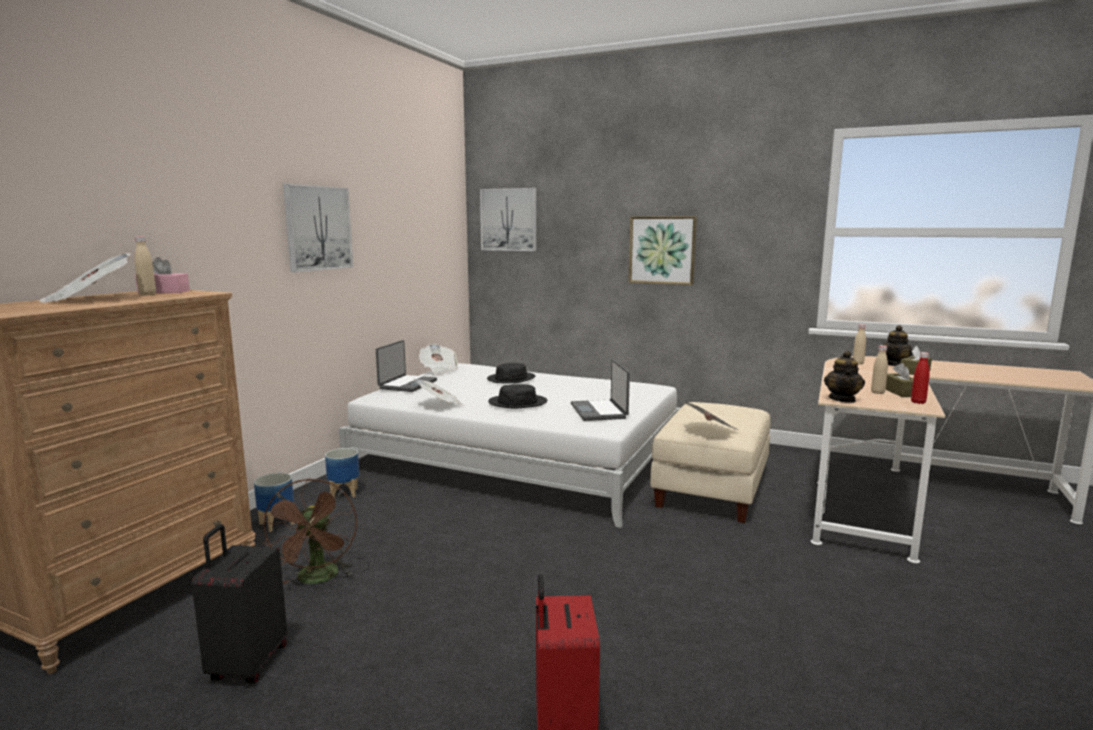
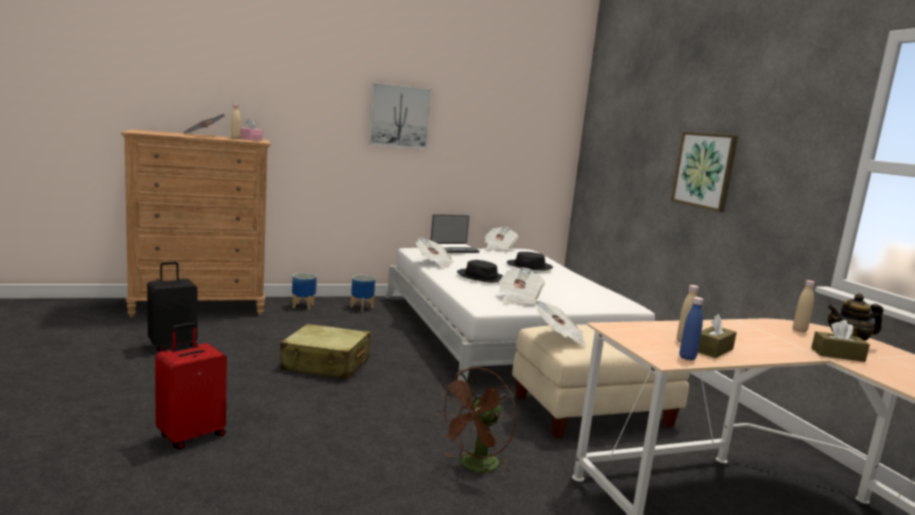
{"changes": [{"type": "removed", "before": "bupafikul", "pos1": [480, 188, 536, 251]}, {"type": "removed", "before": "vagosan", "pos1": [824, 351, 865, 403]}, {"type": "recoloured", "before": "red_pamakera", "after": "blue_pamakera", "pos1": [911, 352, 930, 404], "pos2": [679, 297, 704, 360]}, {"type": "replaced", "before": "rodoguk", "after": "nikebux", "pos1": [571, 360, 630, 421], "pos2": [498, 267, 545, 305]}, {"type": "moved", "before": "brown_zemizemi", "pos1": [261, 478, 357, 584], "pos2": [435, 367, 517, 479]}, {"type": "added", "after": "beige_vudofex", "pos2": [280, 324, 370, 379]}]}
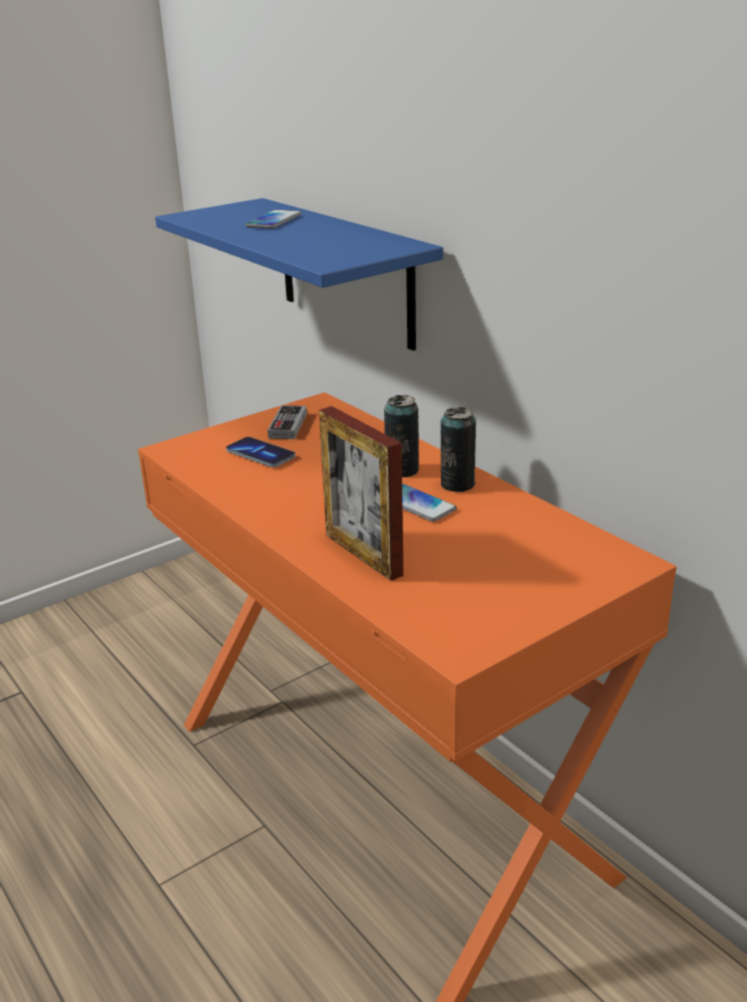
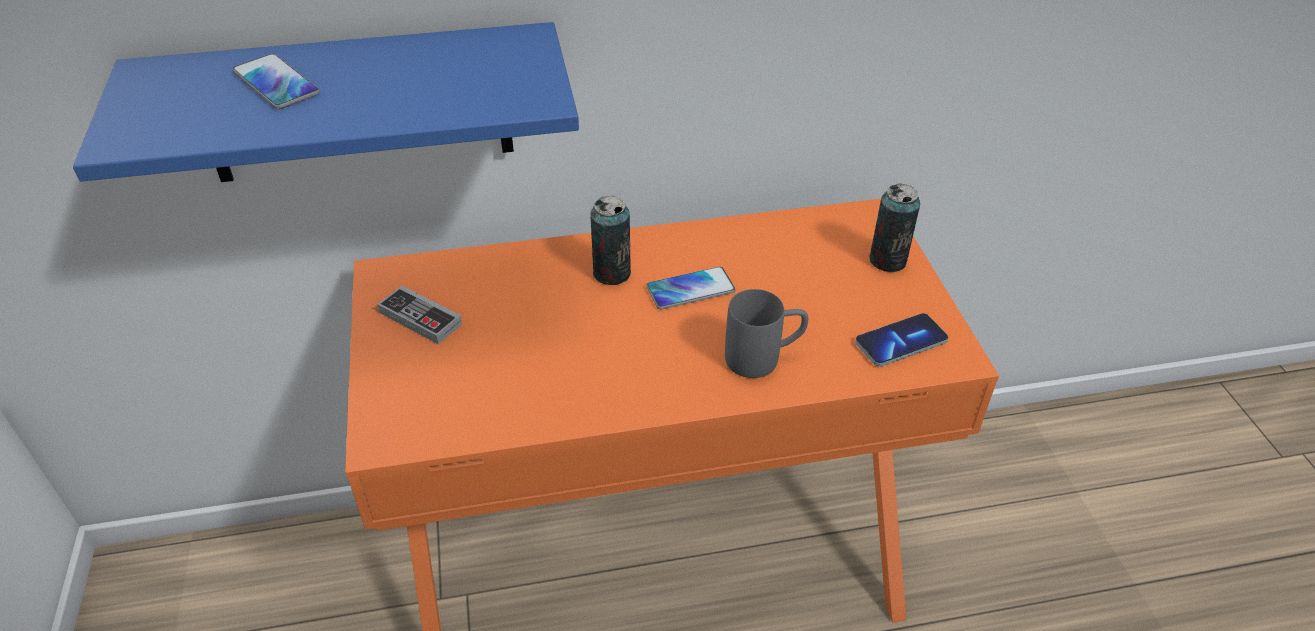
{"changes": [{"type": "replaced", "before": "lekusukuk", "after": "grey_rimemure", "pos1": [319, 406, 404, 581], "pos2": [725, 289, 808, 378]}, {"type": "moved", "before": "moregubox", "pos1": [440, 407, 476, 492], "pos2": [869, 183, 920, 272]}, {"type": "moved", "before": "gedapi", "pos1": [226, 437, 295, 467], "pos2": [855, 313, 948, 366]}]}
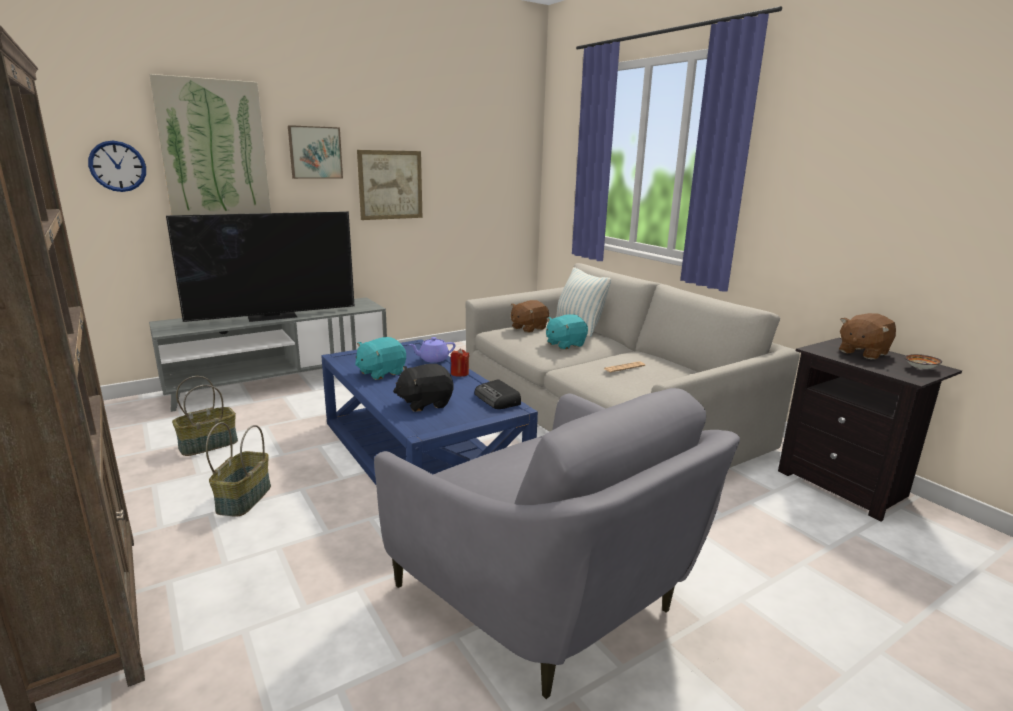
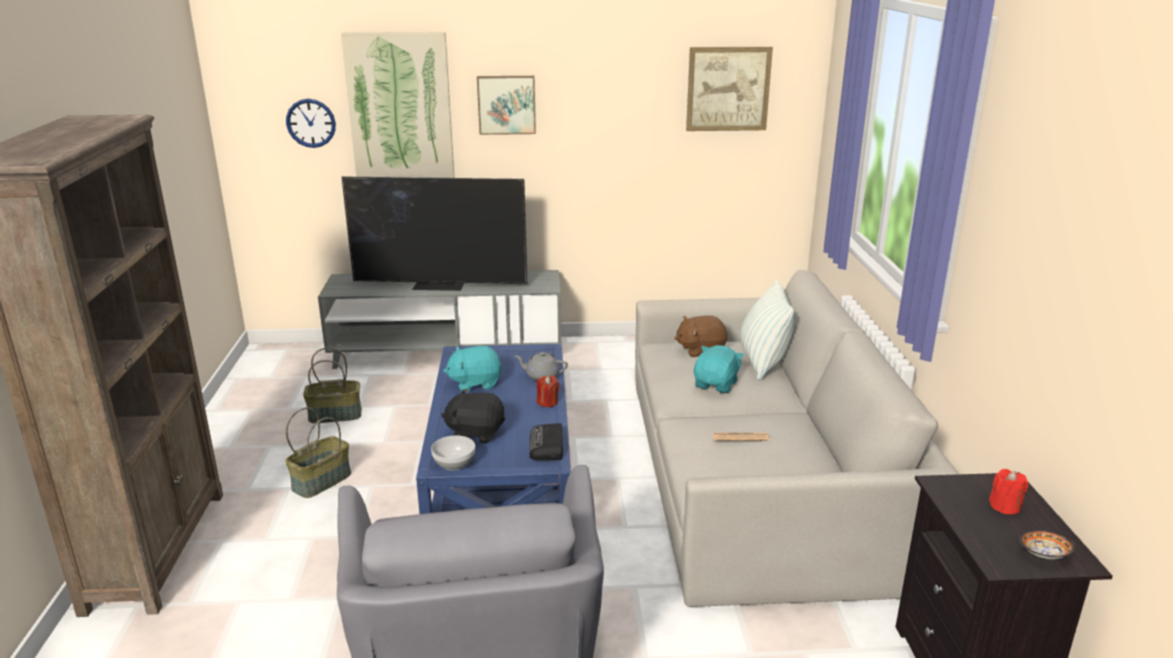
{"changes": [{"type": "moved", "before": "bupafikul", "pos1": [357, 150, 422, 220], "pos2": [686, 47, 773, 131]}, {"type": "replaced", "before": "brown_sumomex", "after": "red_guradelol", "pos1": [839, 313, 896, 359], "pos2": [989, 469, 1029, 514]}, {"type": "turned", "before": "turquoise_sumomex", "pos1": [546, 314, 588, 350], "pos2": [694, 345, 744, 393], "turn": 120}, {"type": "recoloured", "before": "purple_vagosan", "after": "grey_vagosan", "pos1": [409, 337, 455, 363], "pos2": [515, 352, 568, 381]}, {"type": "added", "after": "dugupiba", "pos2": [431, 435, 475, 471]}]}
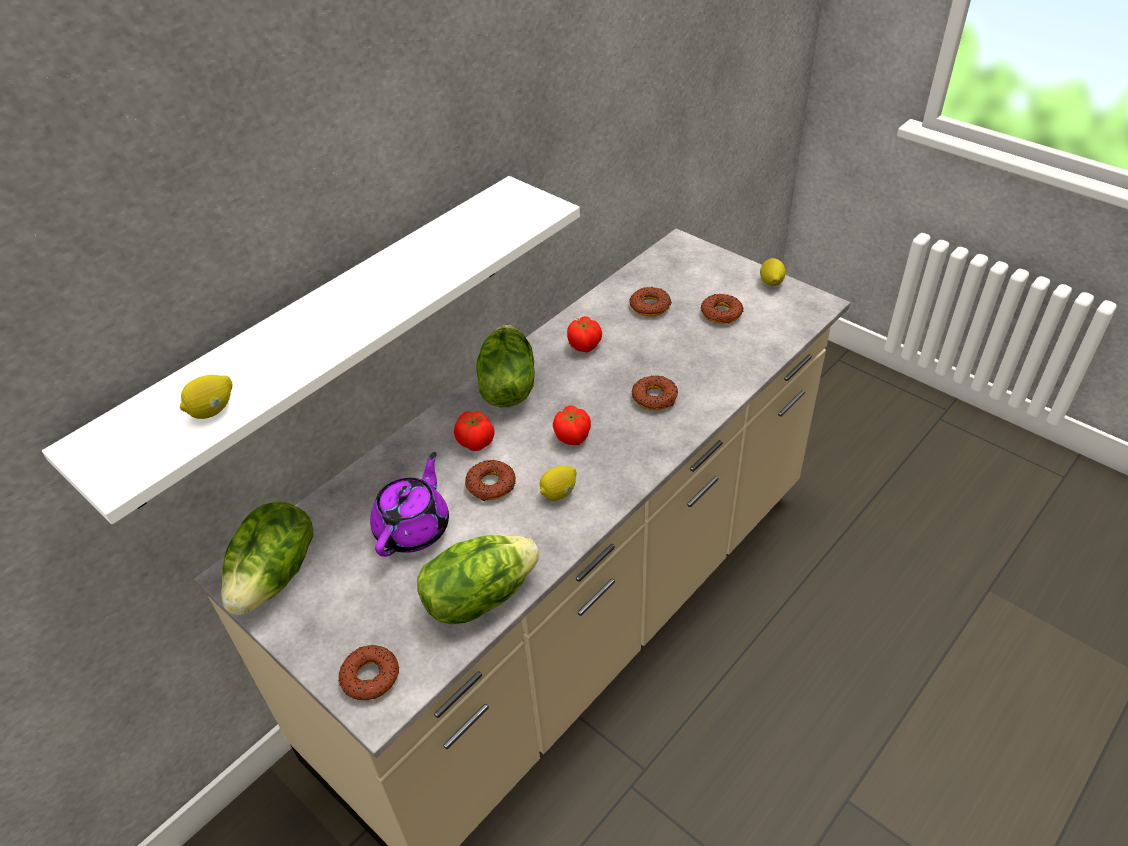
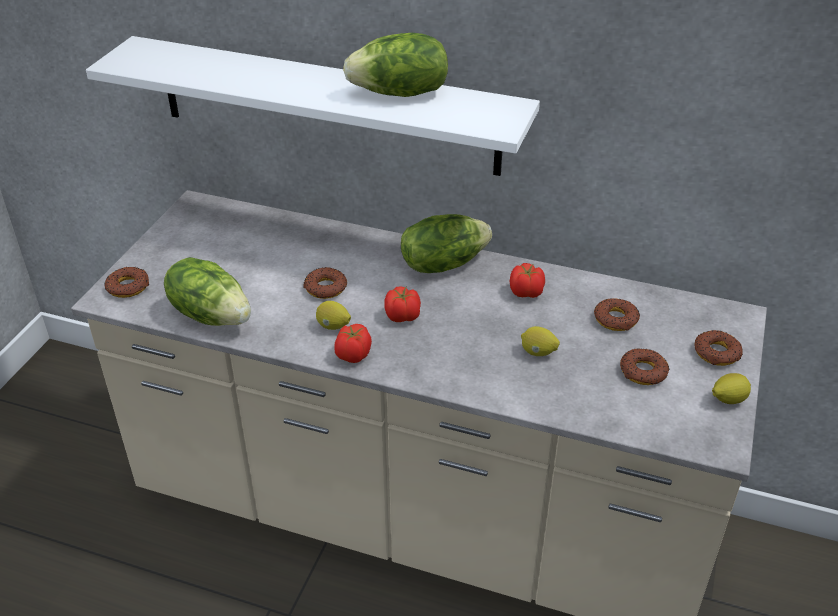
{"changes": [{"type": "moved", "before": "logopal", "pos1": [180, 375, 232, 419], "pos2": [521, 326, 560, 356]}, {"type": "moved", "before": "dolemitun", "pos1": [631, 376, 678, 410], "pos2": [694, 330, 743, 366]}, {"type": "moved", "before": "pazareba", "pos1": [454, 411, 495, 451], "pos2": [334, 324, 372, 363]}, {"type": "removed", "before": "purple_vagosan", "pos1": [370, 452, 449, 557]}, {"type": "moved", "before": "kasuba", "pos1": [221, 501, 313, 615], "pos2": [343, 33, 448, 97]}]}
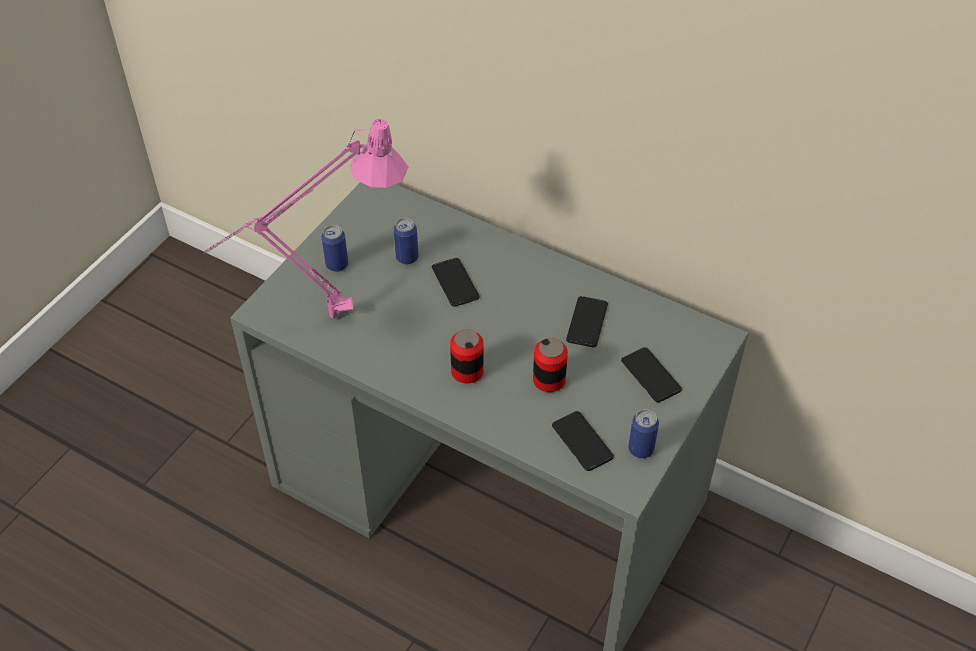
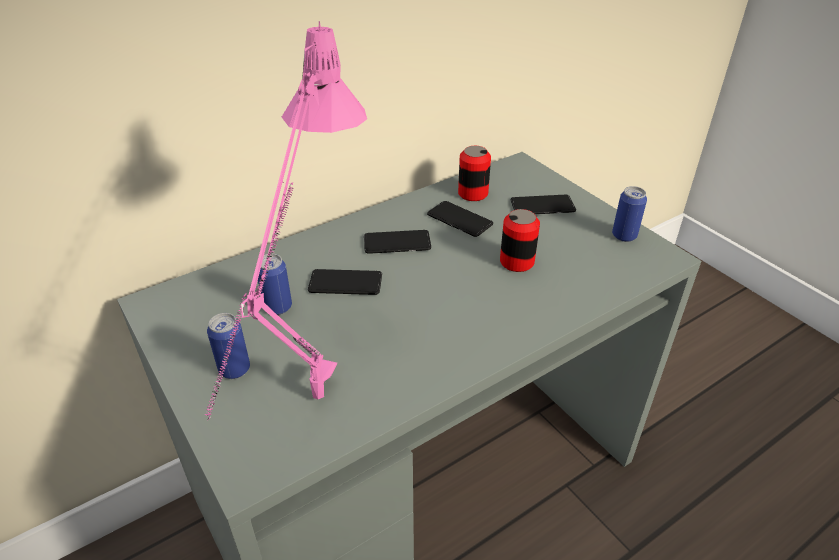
{"changes": [{"type": "moved", "before": "moregubox", "pos1": [450, 329, 484, 384], "pos2": [458, 146, 491, 201]}, {"type": "moved", "before": "gedapi", "pos1": [552, 411, 614, 471], "pos2": [364, 230, 431, 254]}]}
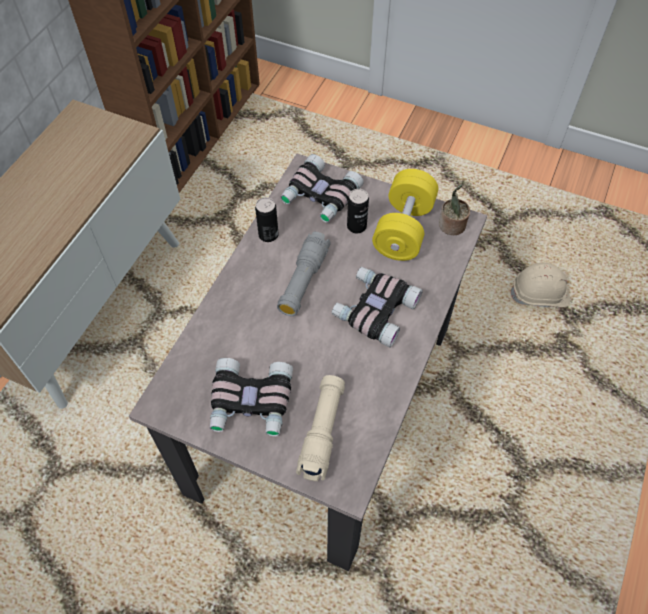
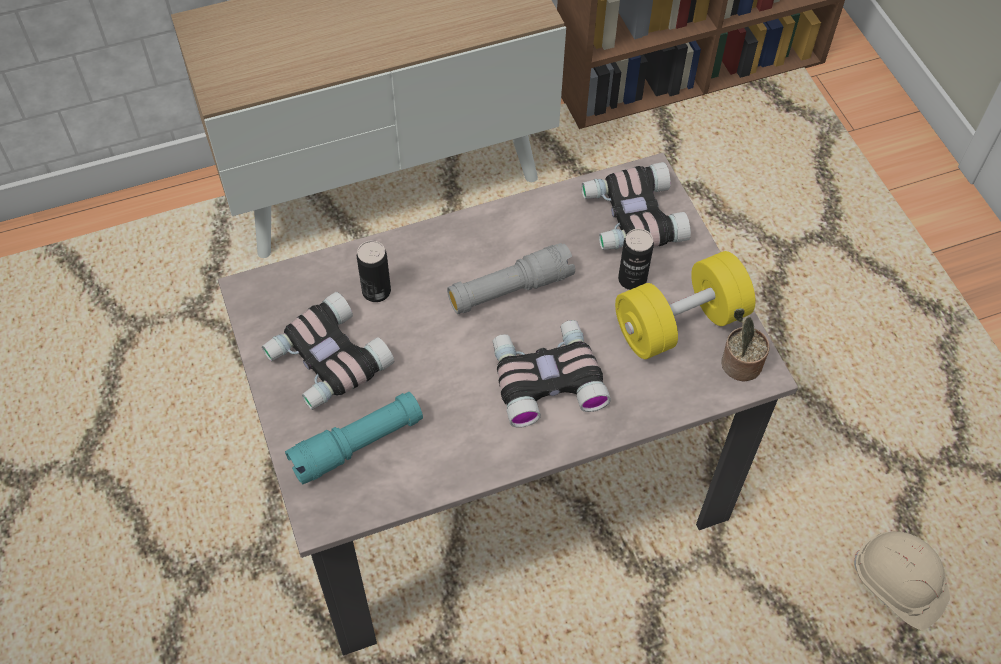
{"changes": [{"type": "moved", "before": "moregubox", "pos1": [255, 197, 279, 242], "pos2": [357, 240, 391, 302]}, {"type": "recoloured", "before": "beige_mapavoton", "after": "turquoise_mapavoton", "pos1": [296, 375, 345, 481], "pos2": [285, 392, 423, 485]}]}
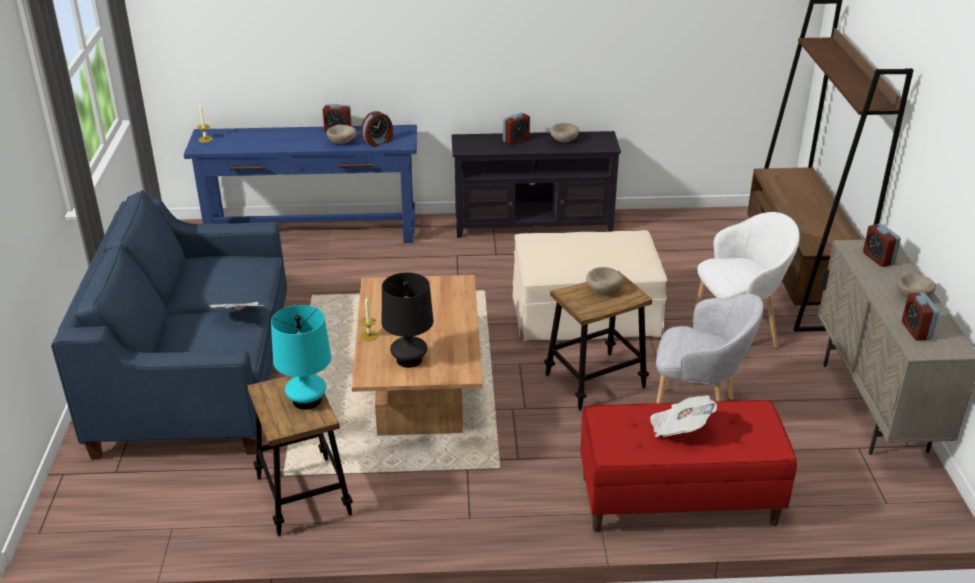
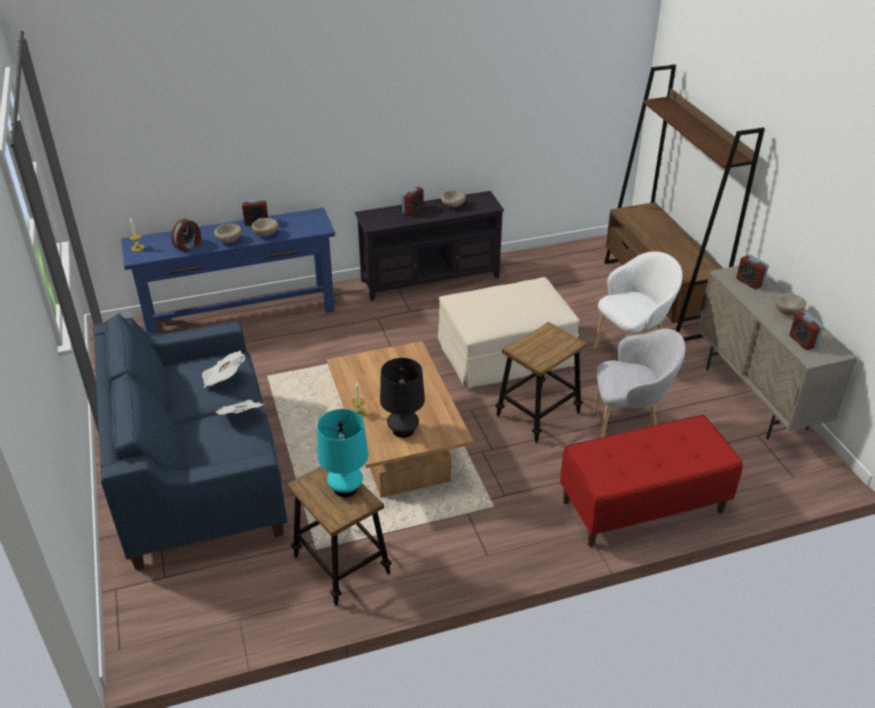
{"changes": [{"type": "moved", "before": "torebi", "pos1": [361, 111, 393, 147], "pos2": [171, 218, 201, 252]}, {"type": "moved", "before": "beige_dugupiba", "pos1": [586, 267, 623, 293], "pos2": [215, 224, 242, 243]}, {"type": "moved", "before": "nikebux", "pos1": [650, 395, 717, 437], "pos2": [202, 351, 245, 388]}]}
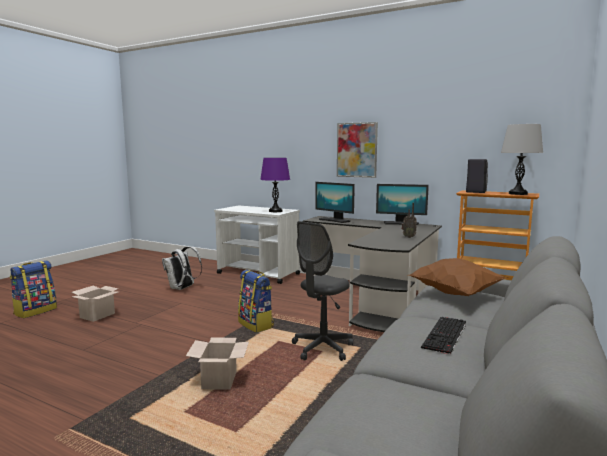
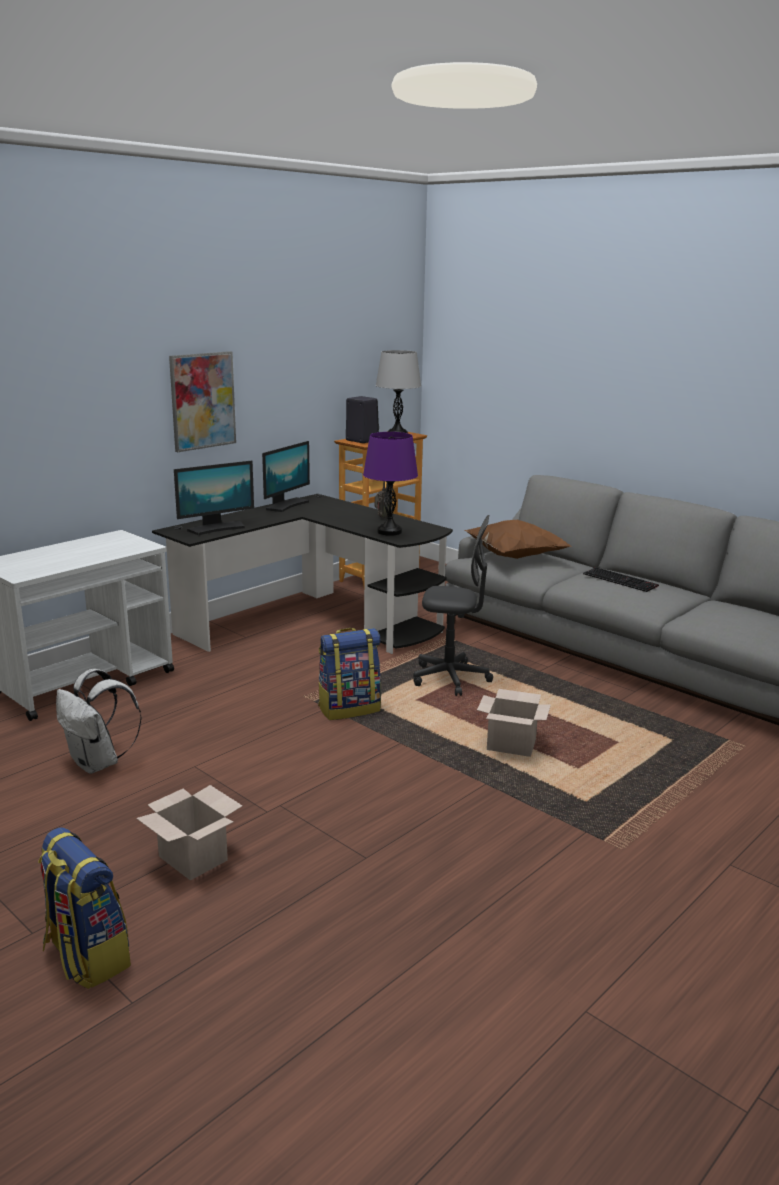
{"changes": [{"type": "moved", "before": "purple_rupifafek", "pos1": [260, 158, 290, 212], "pos2": [363, 432, 418, 536]}, {"type": "turned", "before": "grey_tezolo", "pos1": [292, 221, 353, 361], "pos2": [413, 515, 493, 696], "turn": -45}]}
